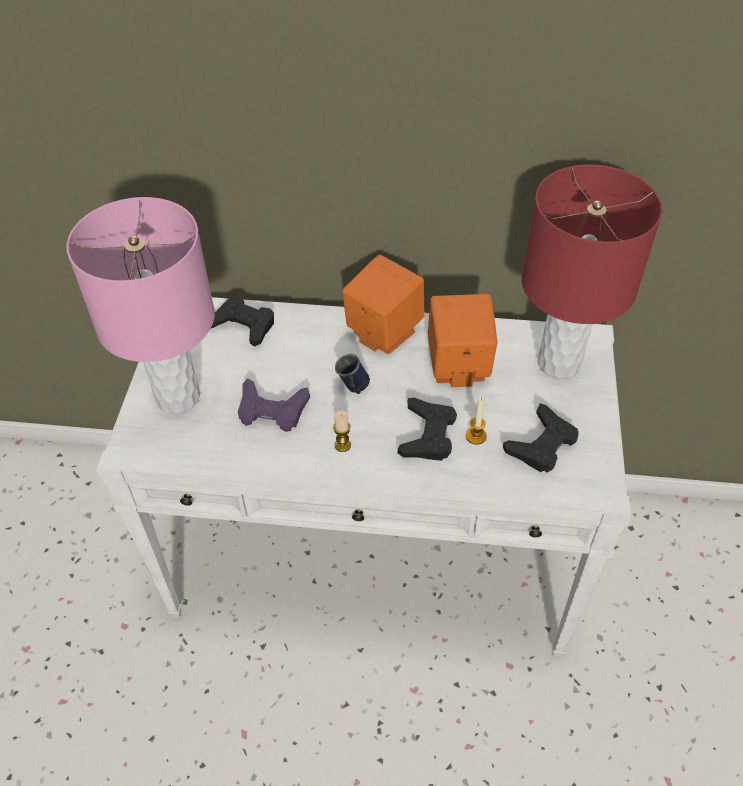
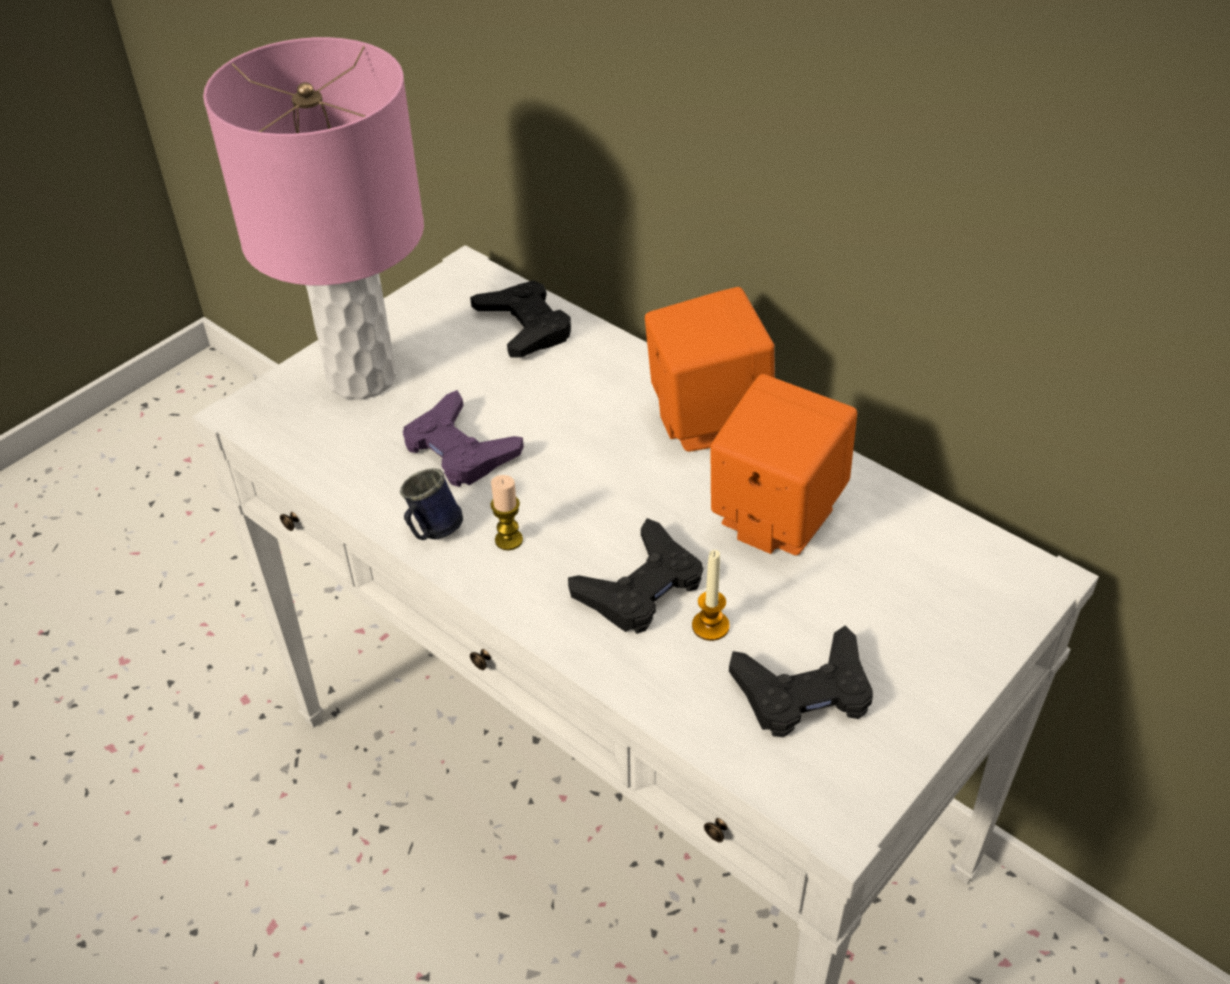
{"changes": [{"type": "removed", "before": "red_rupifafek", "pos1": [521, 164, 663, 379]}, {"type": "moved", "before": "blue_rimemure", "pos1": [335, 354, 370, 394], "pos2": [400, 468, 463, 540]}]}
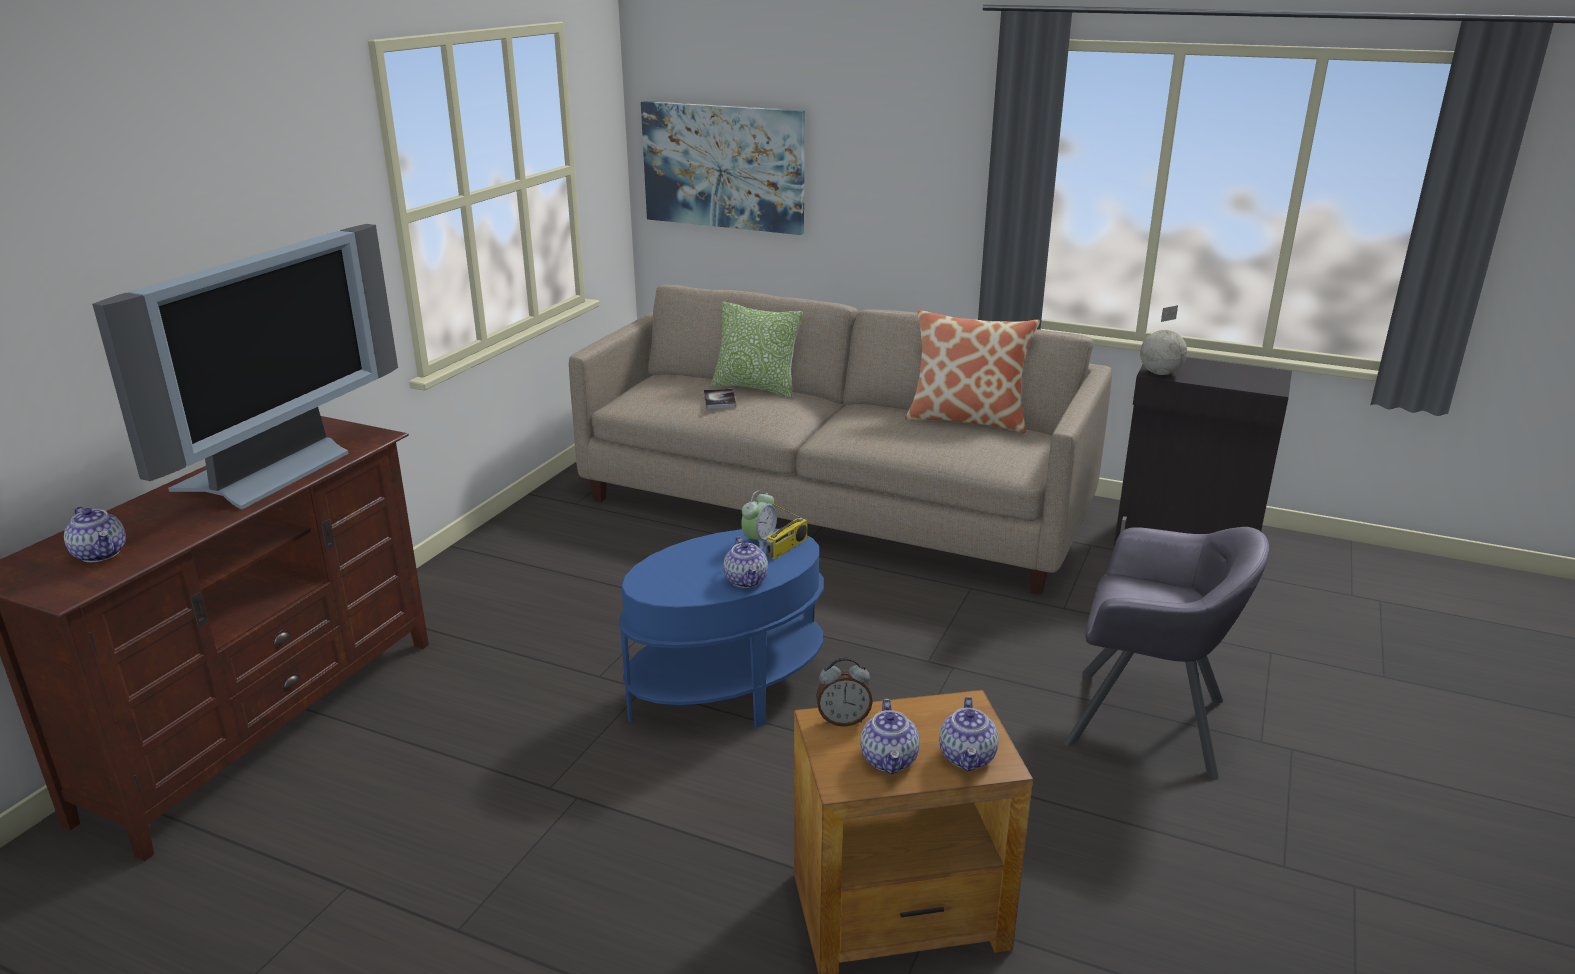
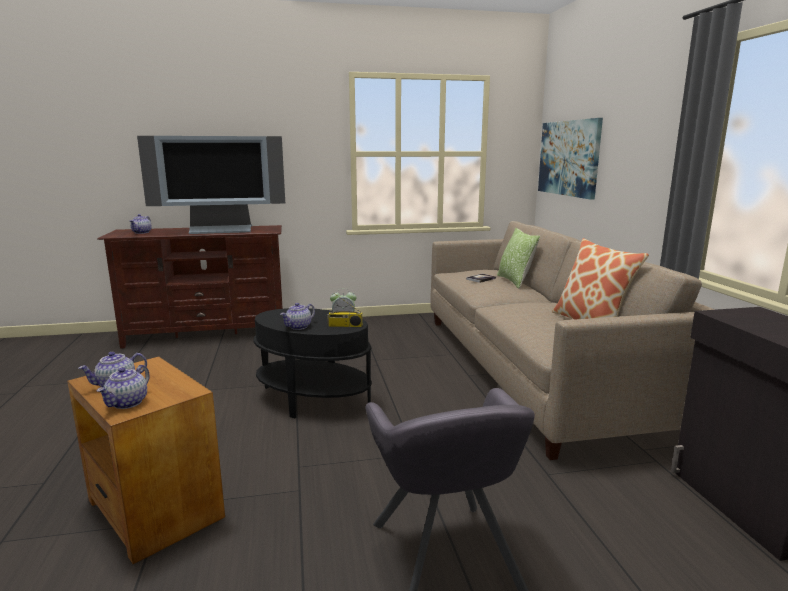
{"changes": [{"type": "removed", "before": "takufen", "pos1": [1140, 305, 1187, 375]}, {"type": "recoloured", "before": "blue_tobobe", "after": "black_tobobe", "pos1": [619, 529, 824, 728], "pos2": [253, 308, 372, 418]}, {"type": "removed", "before": "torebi", "pos1": [816, 657, 873, 727]}, {"type": "turned", "before": "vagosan", "pos1": [939, 696, 999, 771], "pos2": [97, 365, 150, 409], "turn": -45}]}
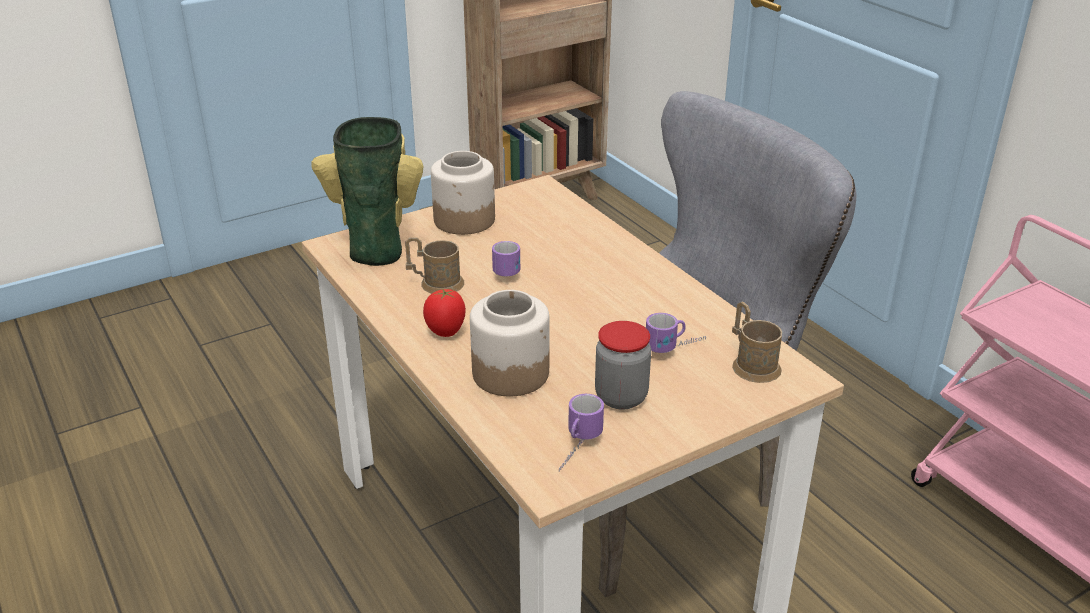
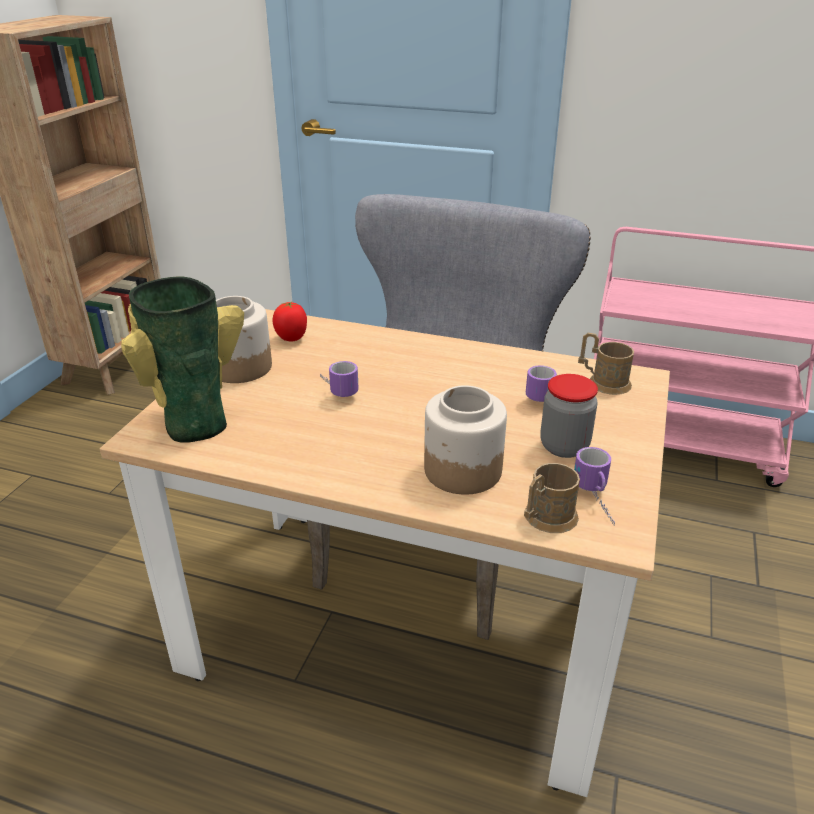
{"changes": [{"type": "moved", "before": "brown_rimemure", "pos1": [405, 237, 464, 294], "pos2": [524, 463, 580, 533]}, {"type": "moved", "before": "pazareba", "pos1": [423, 289, 466, 337], "pos2": [273, 301, 307, 341]}]}
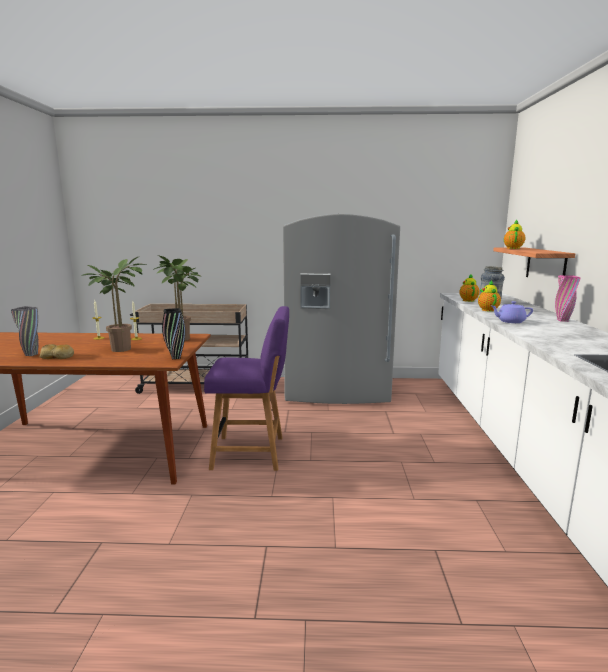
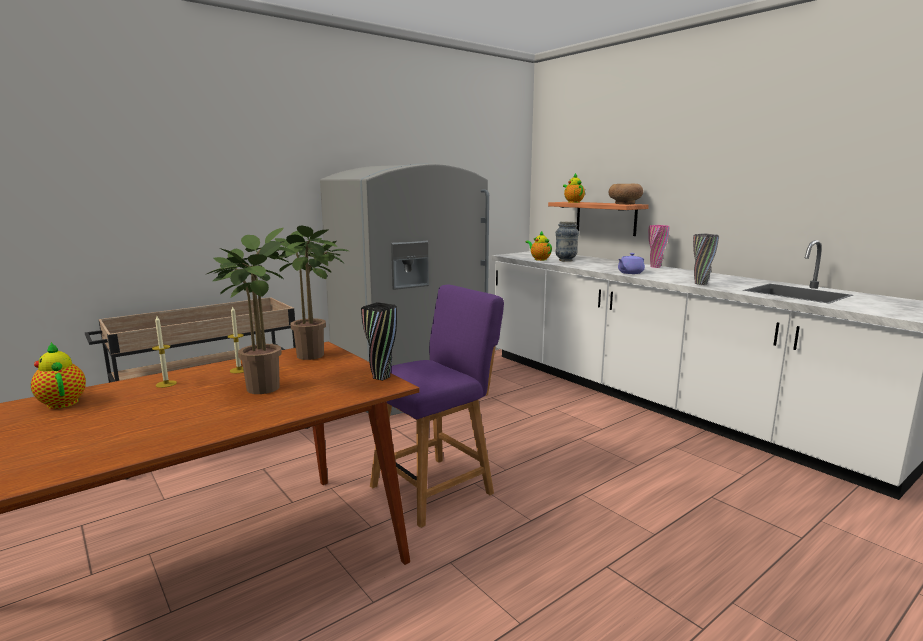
{"changes": [{"type": "moved", "before": "vagosan", "pos1": [478, 280, 501, 312], "pos2": [31, 342, 86, 409]}, {"type": "moved", "before": "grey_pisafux", "pos1": [11, 306, 39, 356], "pos2": [693, 234, 719, 285]}, {"type": "removed", "before": "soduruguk", "pos1": [39, 344, 74, 359]}, {"type": "added", "after": "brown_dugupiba", "pos2": [609, 184, 643, 204]}]}
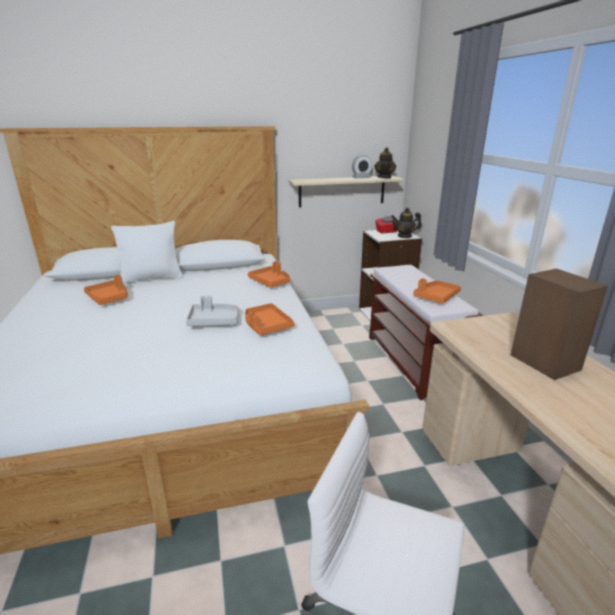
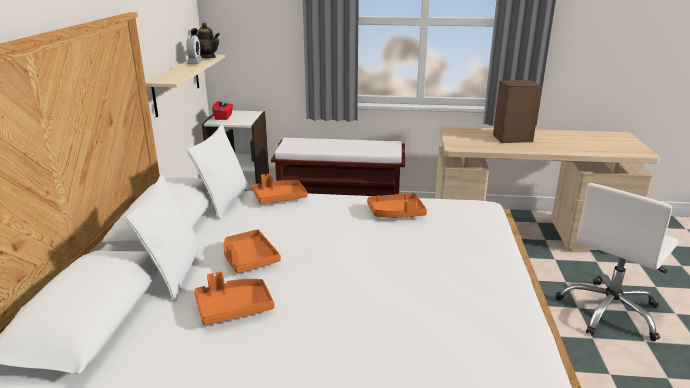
{"changes": [{"type": "removed", "before": "vagosan", "pos1": [391, 208, 422, 238]}, {"type": "moved", "before": "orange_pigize", "pos1": [413, 278, 461, 303], "pos2": [223, 229, 281, 273]}, {"type": "removed", "before": "grey_pigize", "pos1": [186, 296, 239, 326]}, {"type": "added", "after": "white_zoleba", "pos2": [187, 125, 250, 219]}]}
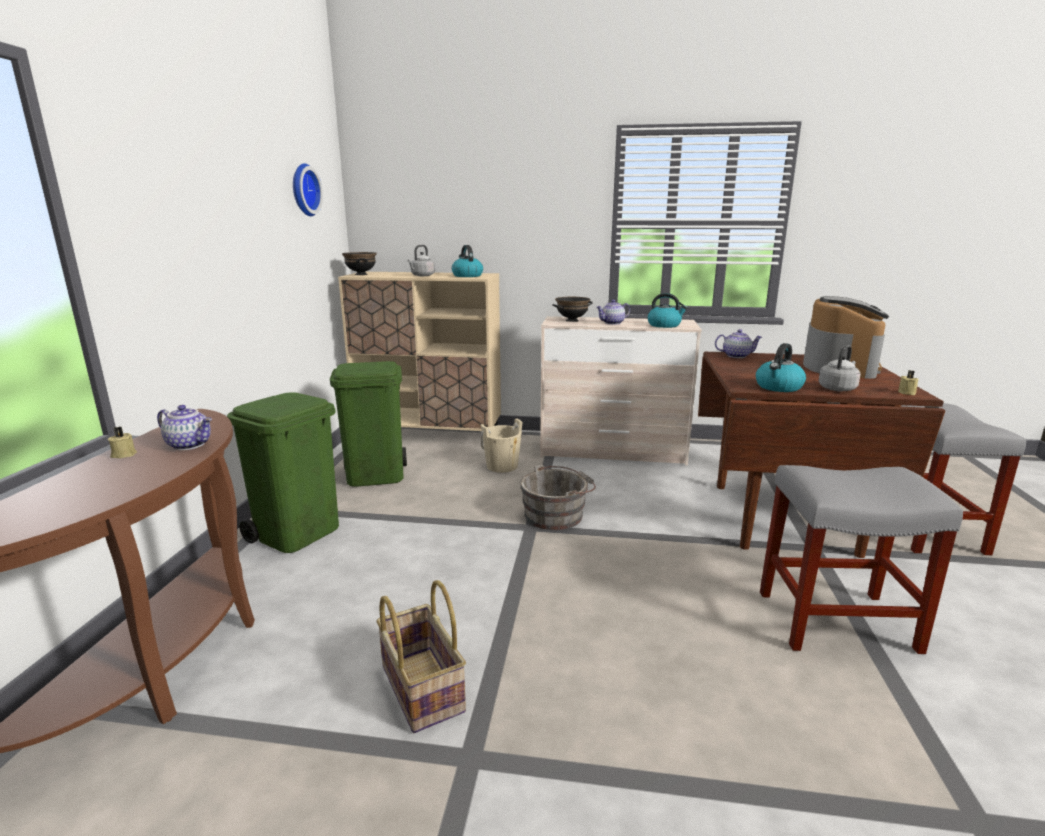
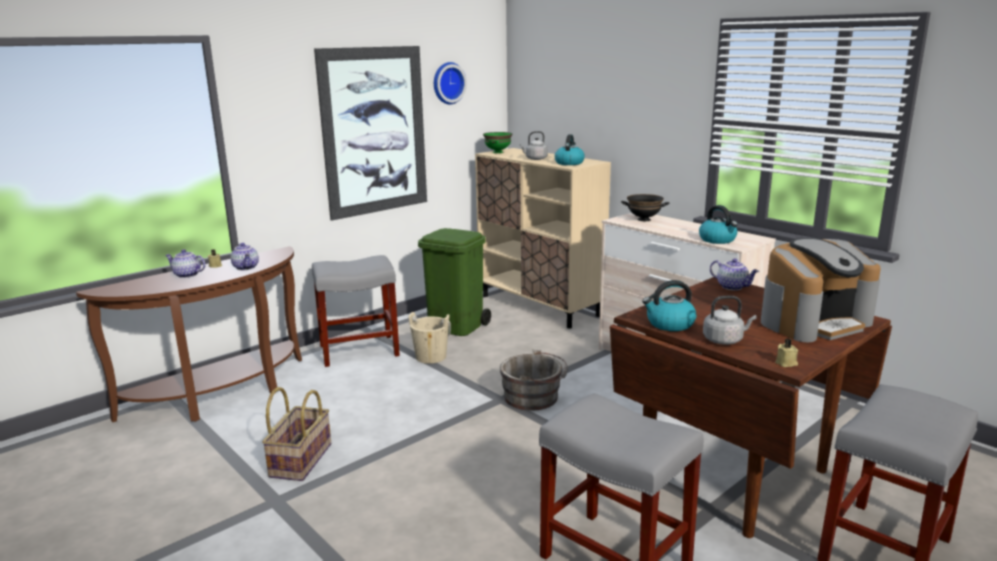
{"changes": [{"type": "recoloured", "before": "black_dugupiba", "after": "green_dugupiba", "pos1": [342, 252, 377, 275], "pos2": [483, 132, 512, 153]}, {"type": "moved", "before": "vagosan", "pos1": [596, 300, 630, 325], "pos2": [165, 249, 206, 278]}, {"type": "replaced", "before": "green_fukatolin", "after": "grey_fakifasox", "pos1": [227, 392, 339, 553], "pos2": [312, 255, 400, 367]}, {"type": "moved", "before": "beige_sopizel", "pos1": [481, 419, 523, 473], "pos2": [408, 312, 451, 364]}, {"type": "added", "after": "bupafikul", "pos2": [314, 46, 427, 221]}]}
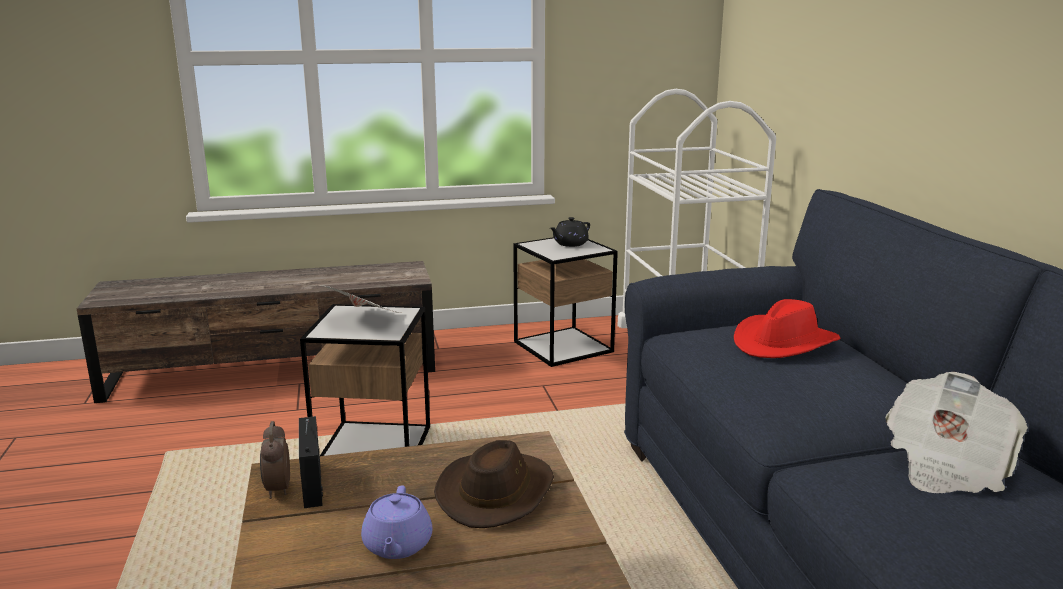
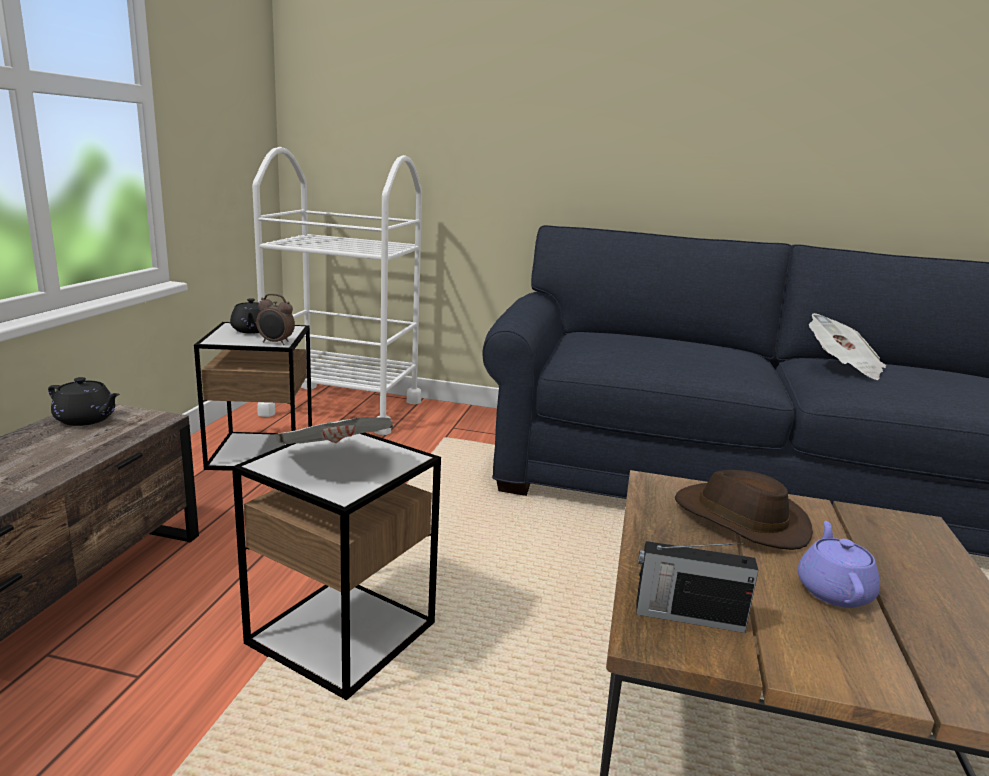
{"changes": [{"type": "removed", "before": "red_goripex", "pos1": [734, 299, 840, 358]}, {"type": "moved", "before": "torebi", "pos1": [260, 421, 290, 499], "pos2": [256, 294, 295, 345]}, {"type": "turned", "before": "purple_vagosan", "pos1": [361, 486, 432, 559], "pos2": [798, 521, 880, 608], "turn": -105}, {"type": "added", "after": "black_vagosan", "pos2": [48, 377, 120, 426]}]}
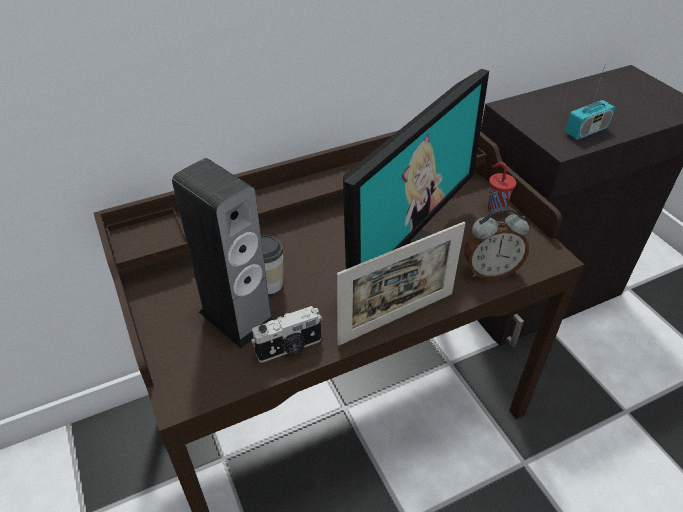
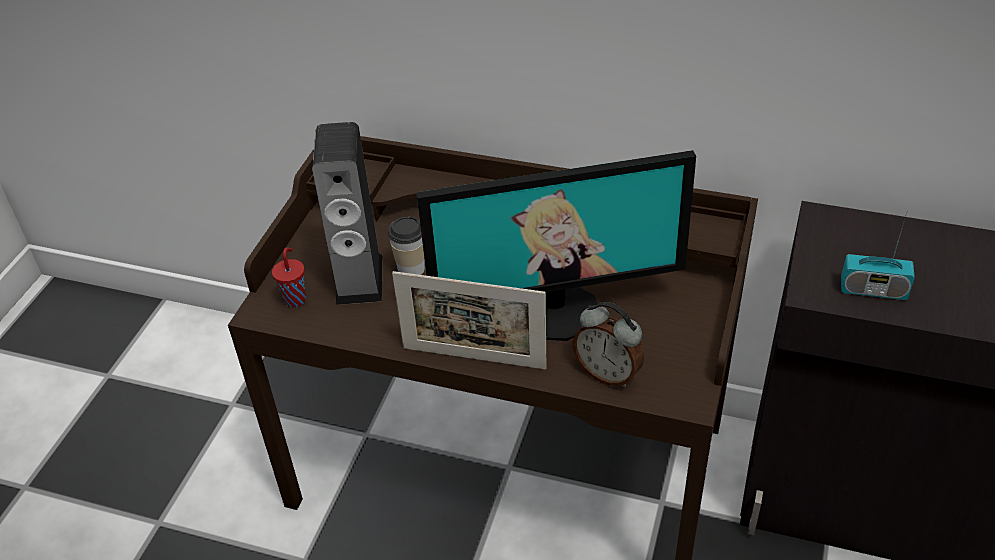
{"changes": [{"type": "moved", "before": "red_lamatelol", "pos1": [488, 162, 516, 214], "pos2": [272, 247, 306, 307]}, {"type": "removed", "before": "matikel", "pos1": [251, 306, 322, 362]}]}
